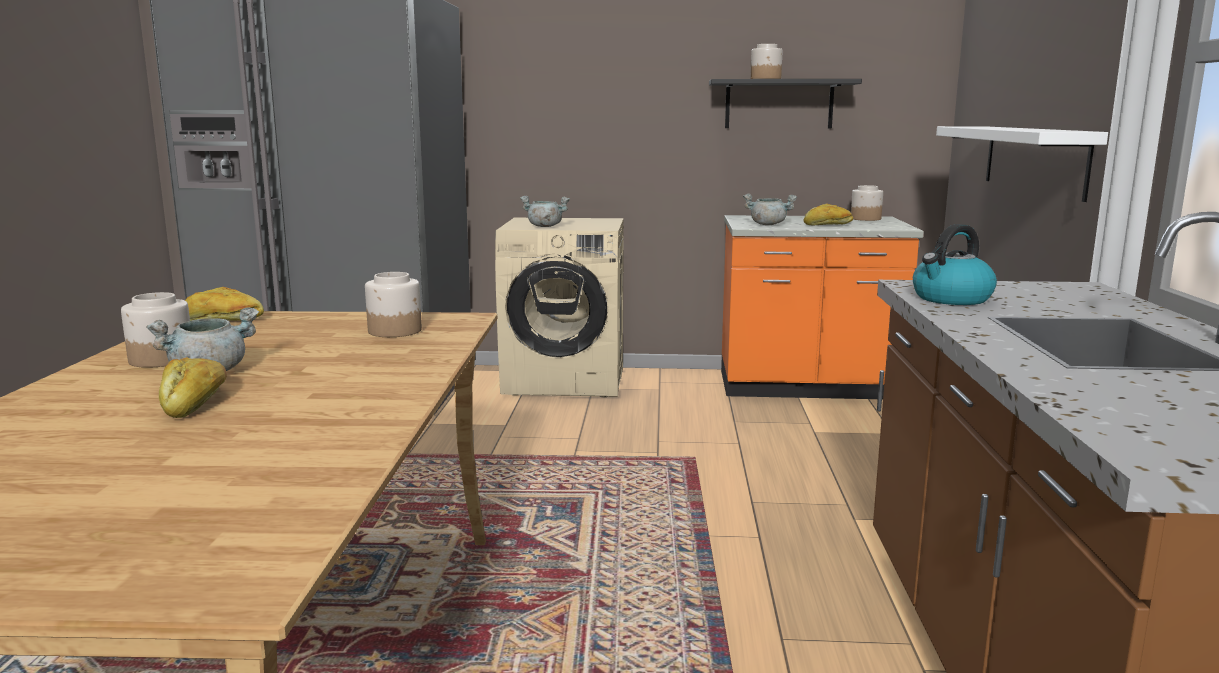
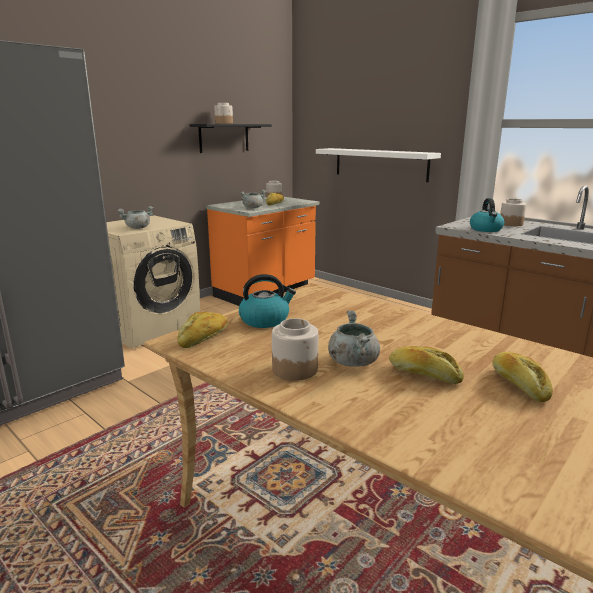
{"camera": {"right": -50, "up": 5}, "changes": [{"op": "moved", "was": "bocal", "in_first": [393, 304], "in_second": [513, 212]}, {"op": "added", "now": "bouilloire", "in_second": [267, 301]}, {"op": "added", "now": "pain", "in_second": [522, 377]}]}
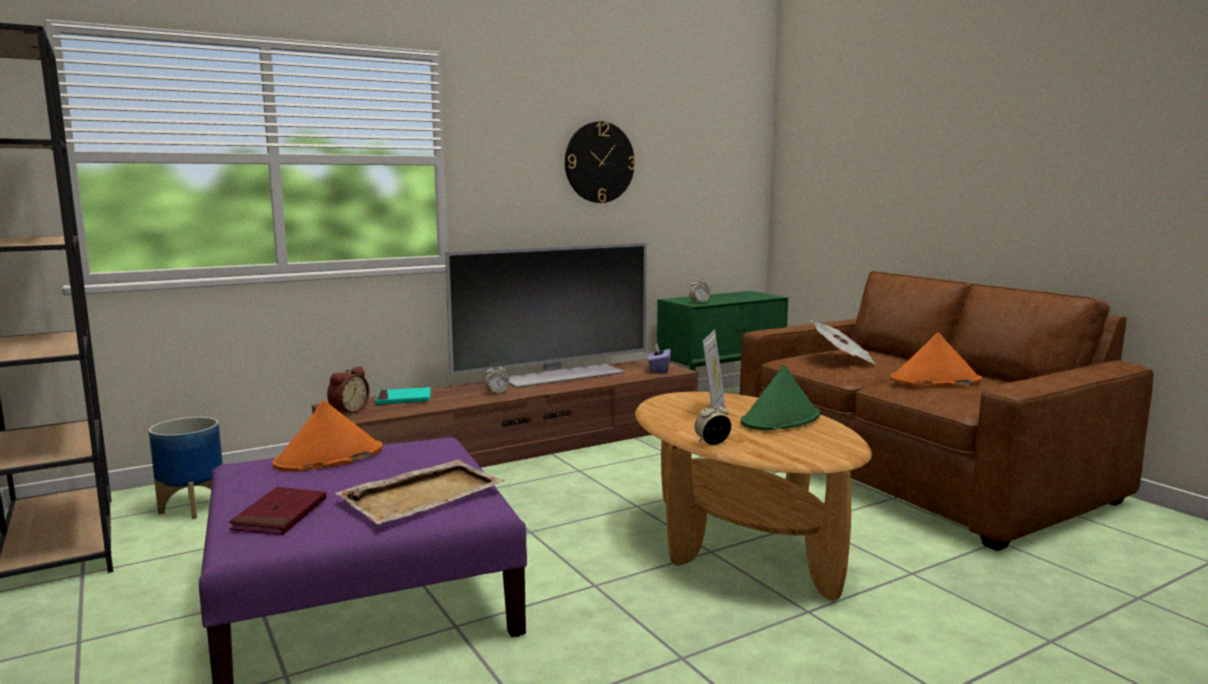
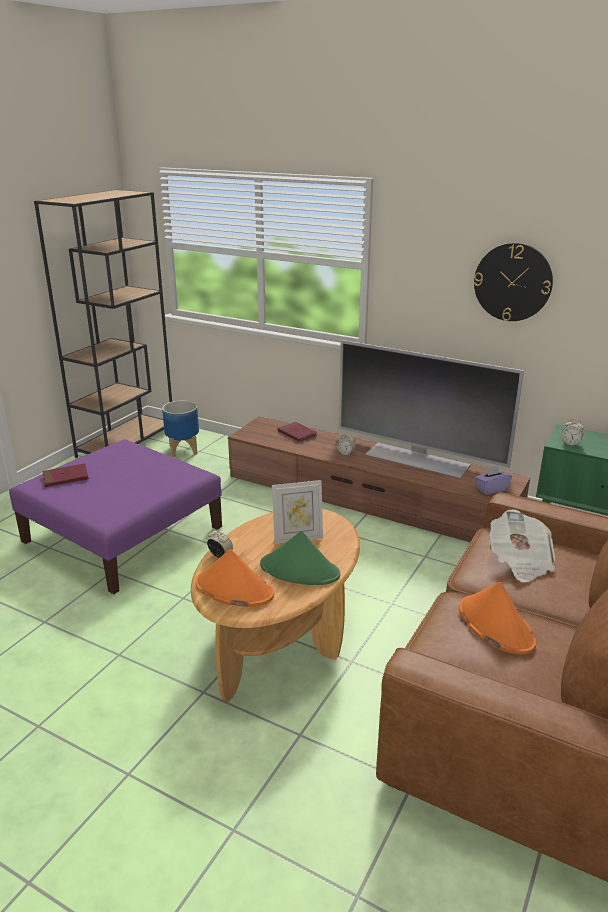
{"camera": {"right": 60, "up": 15}, "changes": [{"op": "removed", "was": "réveil", "in_first": [348, 390]}, {"op": "recoloured", "was": "livre/turquoise", "now": "livre/rouge", "in_first": [403, 396], "in_second": [297, 432]}, {"op": "moved", "was": "chapeau/orange", "in_first": [328, 436], "in_second": [234, 578]}, {"op": "removed", "was": "plateau/beige", "in_first": [419, 491]}]}
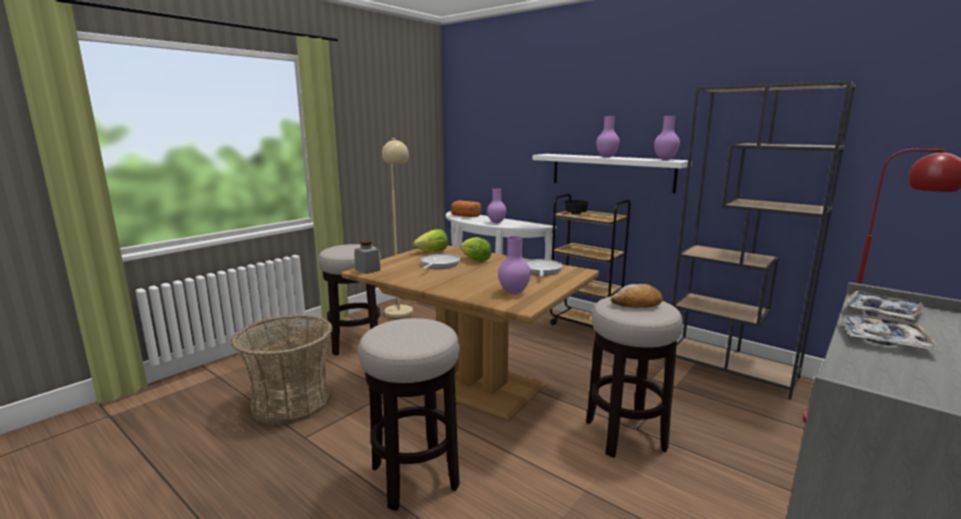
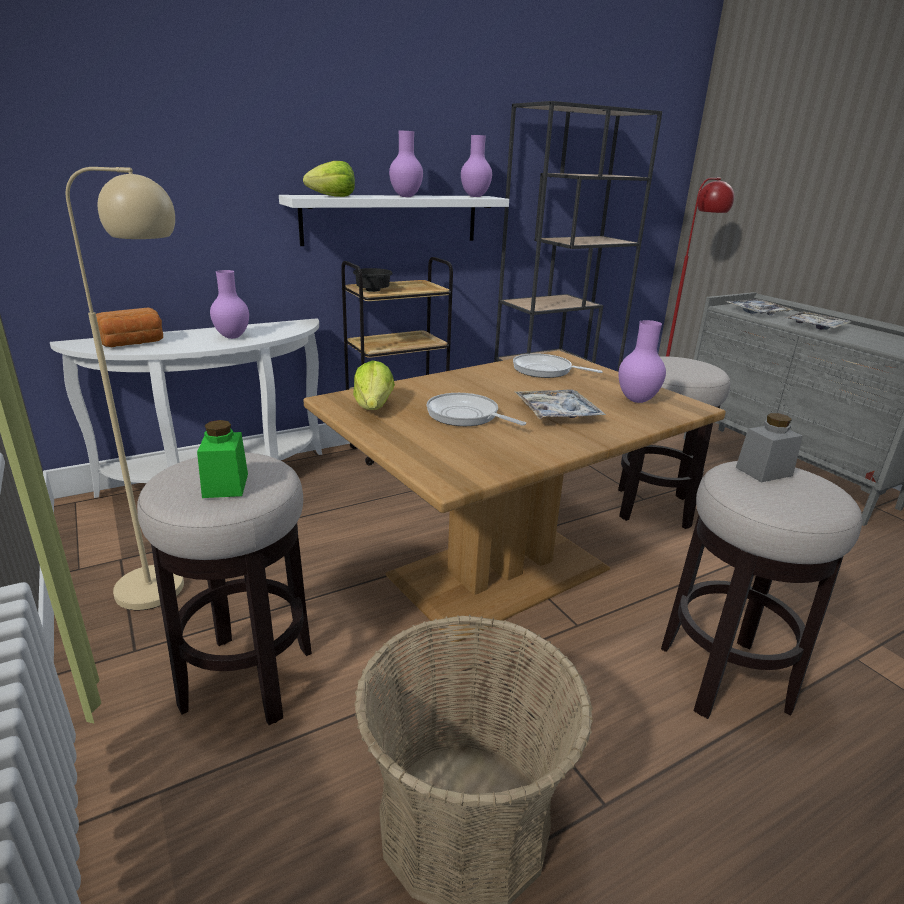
{"camera": {"right": -70, "up": 10}, "changes": [{"op": "moved", "was": "laitue", "in_first": [475, 249], "in_second": [329, 179]}, {"op": "moved", "was": "bocal/gris", "in_first": [368, 257], "in_second": [769, 447]}, {"op": "removed", "was": "pain", "in_first": [637, 296]}, {"op": "added", "now": "plateau", "in_second": [560, 404]}, {"op": "added", "now": "bocal/vert", "in_second": [222, 459]}]}
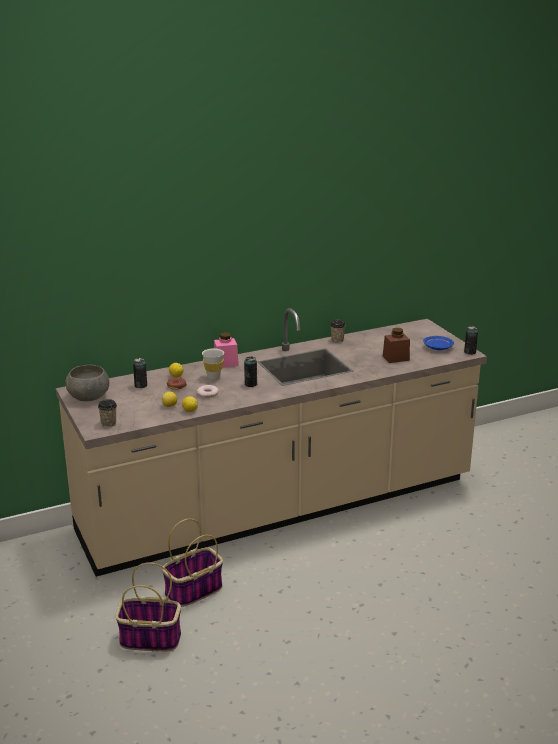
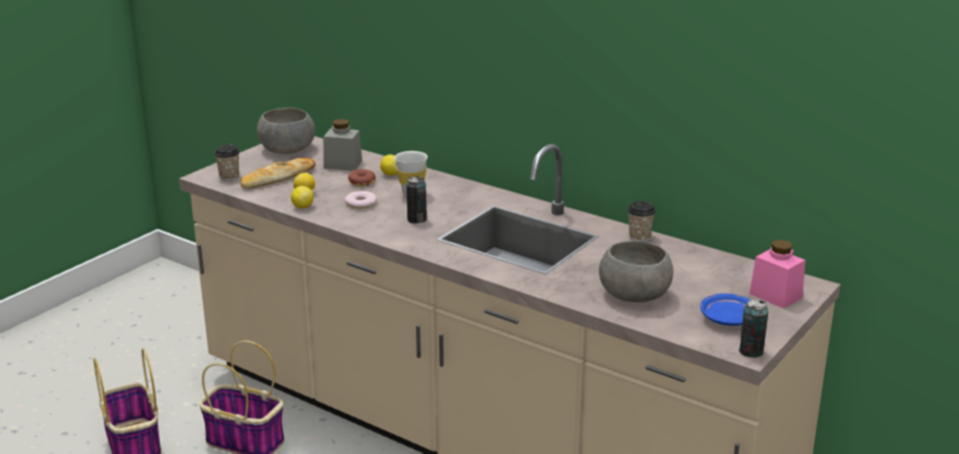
{"camera": {"right": 60, "up": 0}, "changes": [{"op": "replaced", "was": "bocal/marron", "now": "bol/gris", "in_first": [396, 345], "in_second": [636, 271]}, {"op": "moved", "was": "bocal/rose", "in_first": [226, 350], "in_second": [777, 274]}, {"op": "replaced", "was": "boîte métallique", "now": "bocal/gris", "in_first": [140, 373], "in_second": [342, 145]}, {"op": "added", "now": "pain", "in_second": [278, 173]}]}
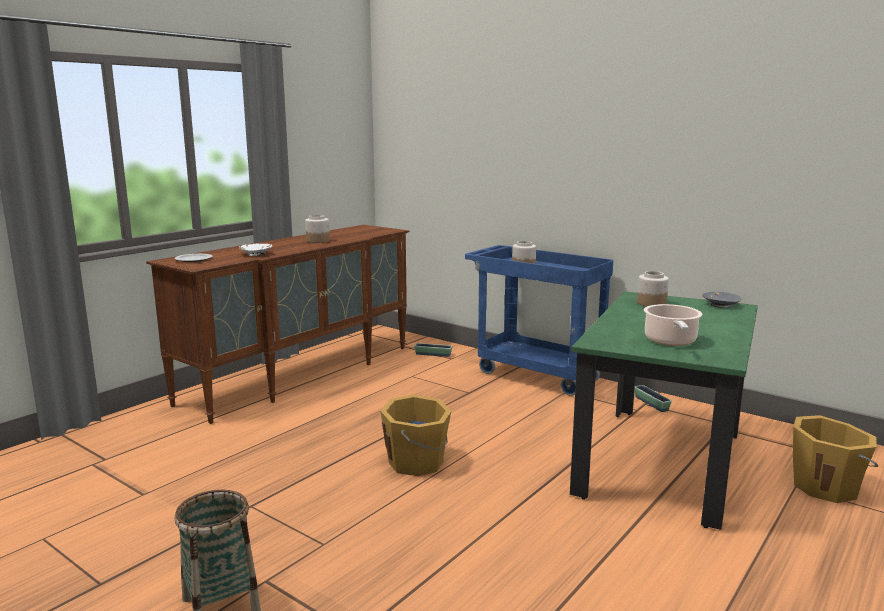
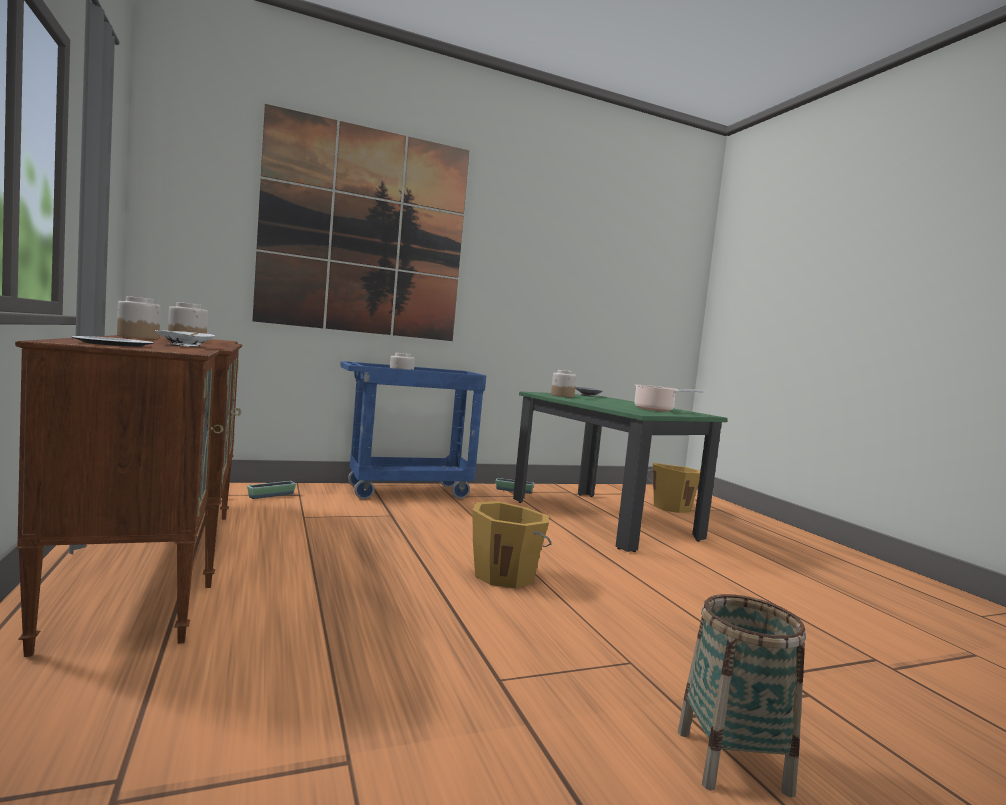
{"camera": {"right": -60, "up": -10}, "changes": [{"op": "added", "now": "tableau", "in_second": [360, 222]}, {"op": "added", "now": "bocal", "in_second": [139, 317]}]}
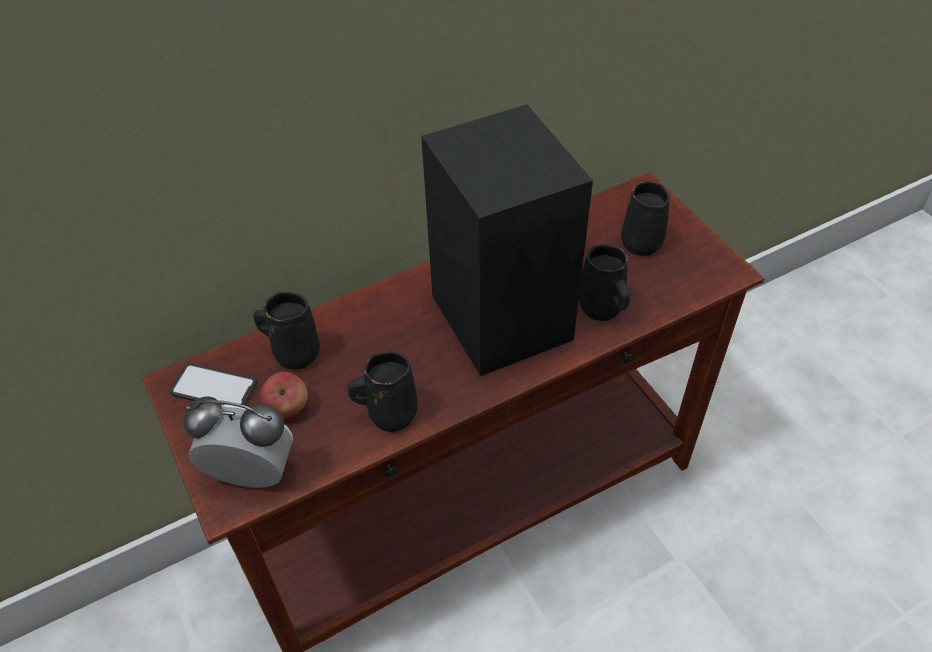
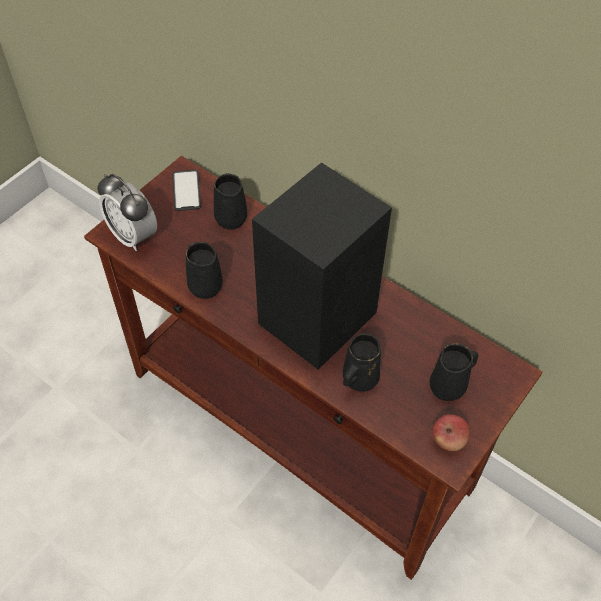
{"camera": {"right": 65, "up": 5}, "changes": [{"op": "moved", "was": "pomme", "in_first": [284, 395], "in_second": [451, 432]}, {"op": "turned", "was": "réveil", "in_first": [238, 442], "in_second": [127, 212], "clockwise": 150}]}
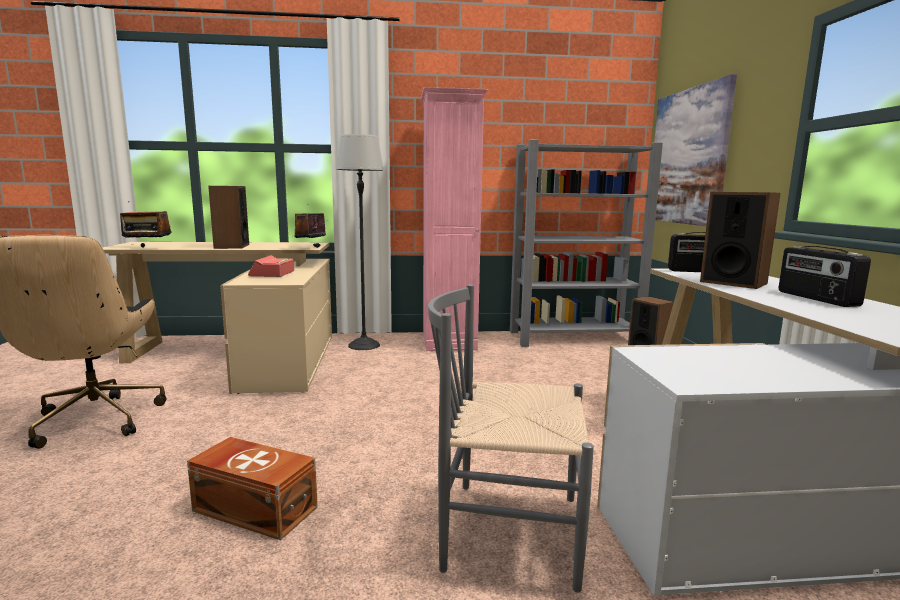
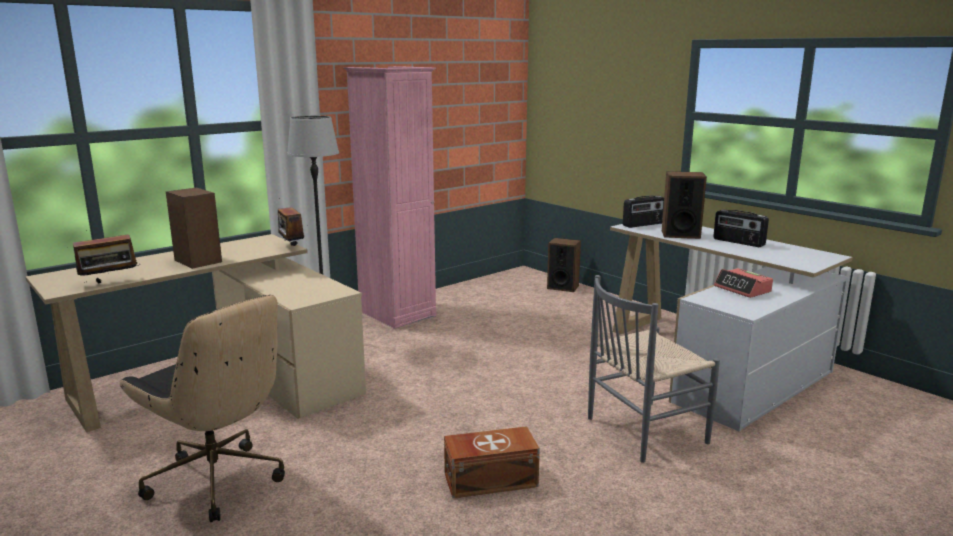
{"camera": {"right": -35, "up": 5}, "changes": [{"op": "removed", "was": "tableau", "in_first": [695, 150]}, {"op": "removed", "was": "bibliothèque/gris", "in_first": [586, 243]}, {"op": "moved", "was": "réveil", "in_first": [271, 266], "in_second": [743, 283]}]}
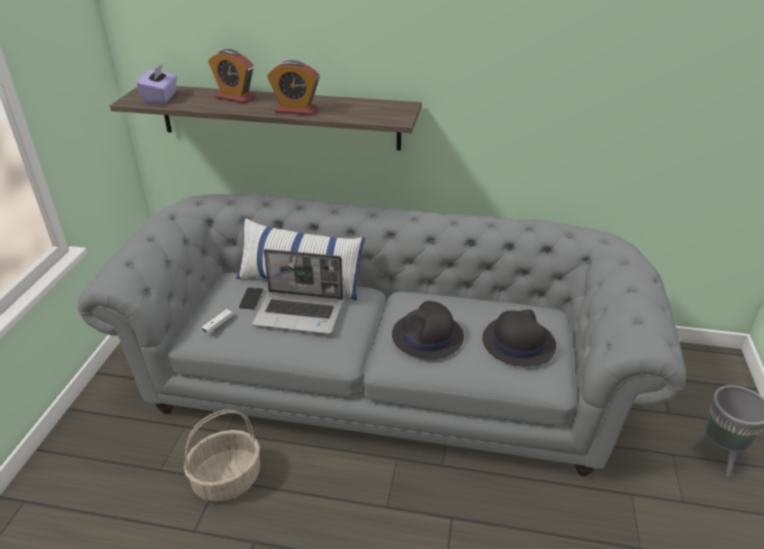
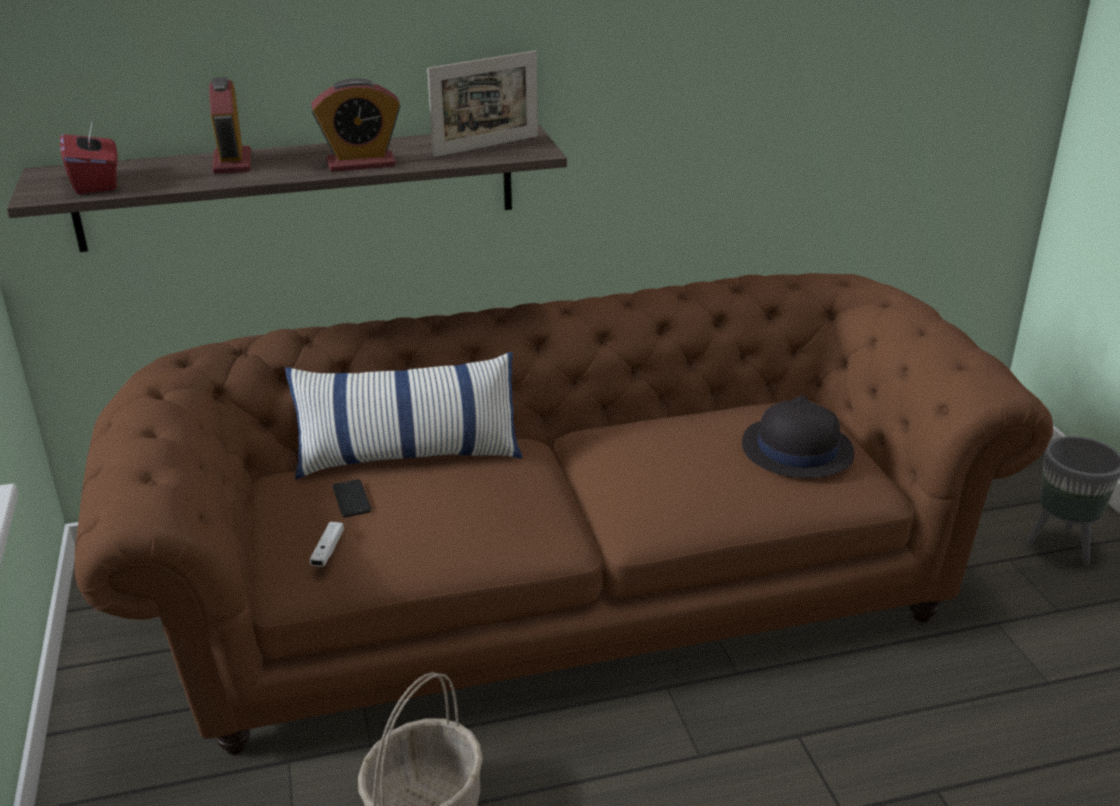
{"camera": {"right": -25, "up": -5}, "changes": [{"op": "turned", "was": "réveil", "in_first": [232, 76], "in_second": [230, 125], "clockwise": 75}, {"op": "recoloured", "was": "boîte à mouchoirs/violet", "now": "boîte à mouchoirs/rouge", "in_first": [157, 84], "in_second": [89, 156]}, {"op": "recoloured", "was": "canapé/gris", "now": "canapé/marron", "in_first": [382, 335], "in_second": [563, 514]}, {"op": "removed", "was": "ordinateur portable", "in_first": [298, 291]}, {"op": "removed", "was": "chapeau/noir", "in_first": [428, 330]}, {"op": "added", "now": "cadre photo", "in_second": [482, 104]}]}
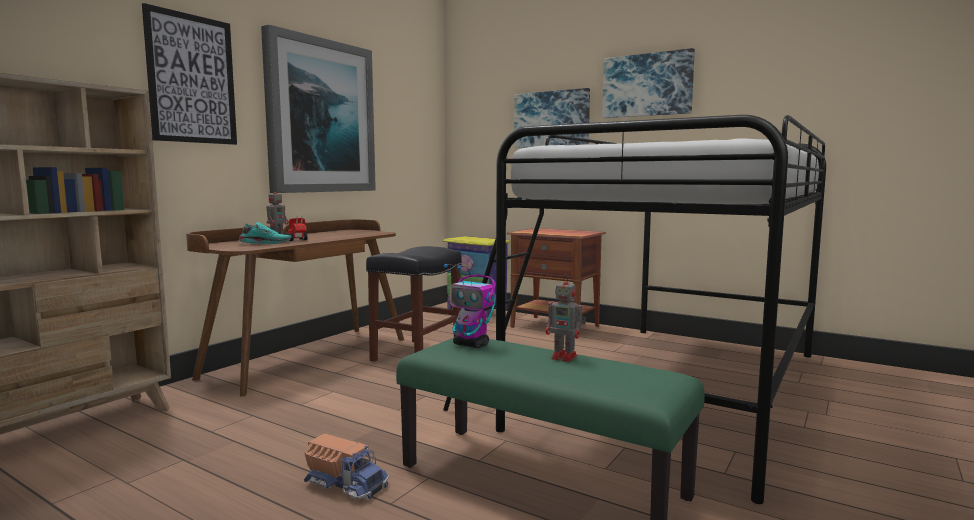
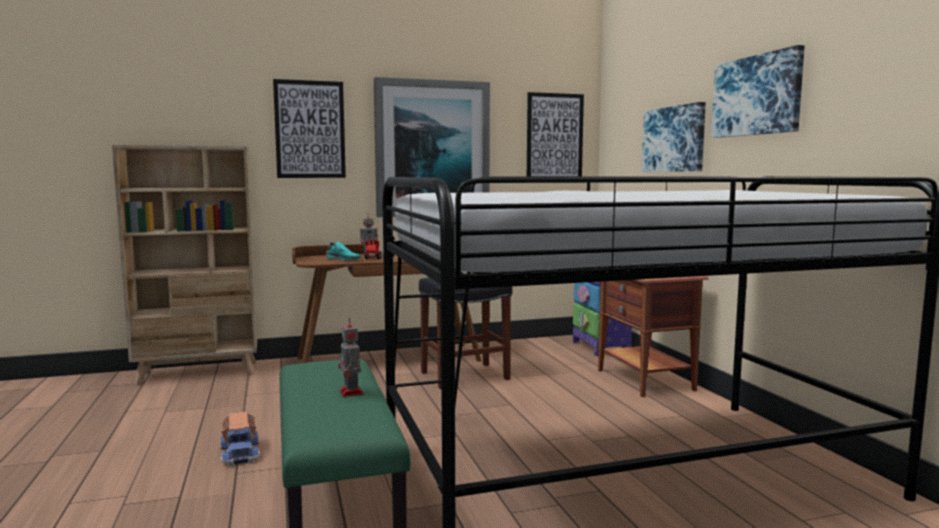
{"camera": {"right": 40, "up": 0}, "changes": [{"op": "removed", "was": "robot jouet", "in_first": [470, 306]}, {"op": "added", "now": "tableau", "in_second": [555, 134]}]}
